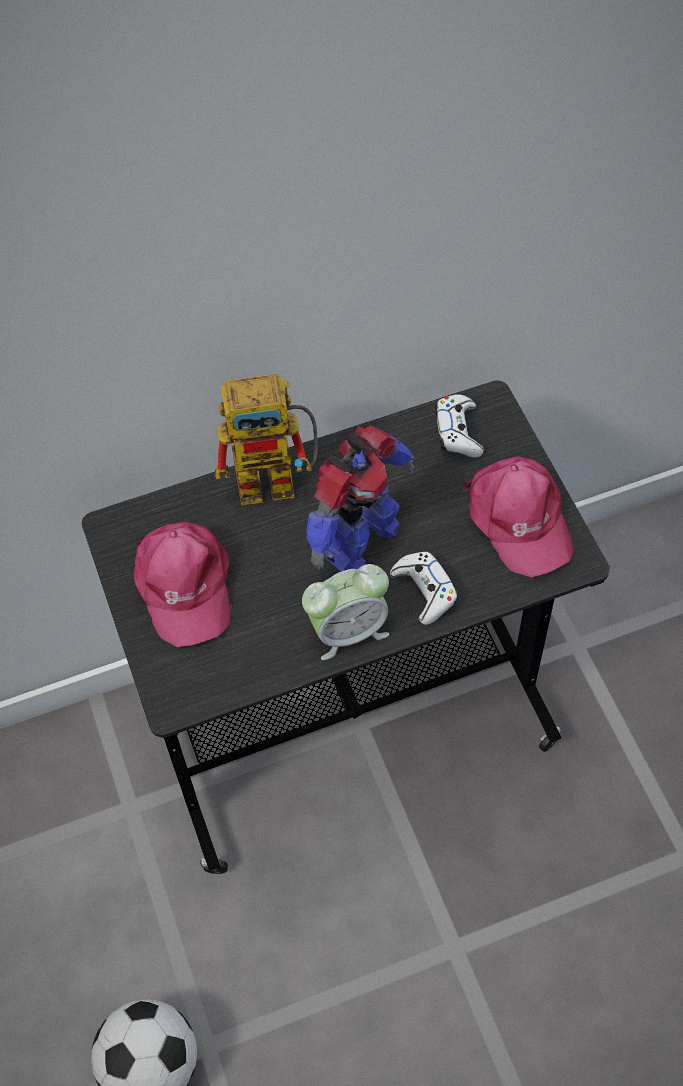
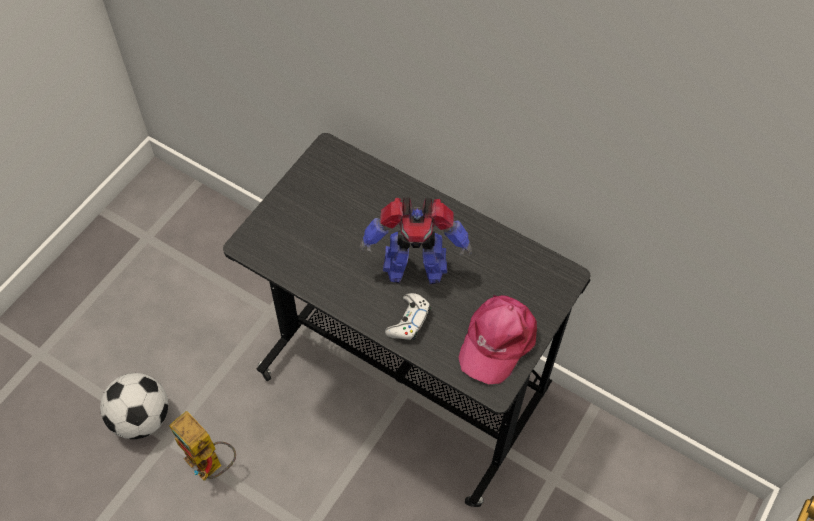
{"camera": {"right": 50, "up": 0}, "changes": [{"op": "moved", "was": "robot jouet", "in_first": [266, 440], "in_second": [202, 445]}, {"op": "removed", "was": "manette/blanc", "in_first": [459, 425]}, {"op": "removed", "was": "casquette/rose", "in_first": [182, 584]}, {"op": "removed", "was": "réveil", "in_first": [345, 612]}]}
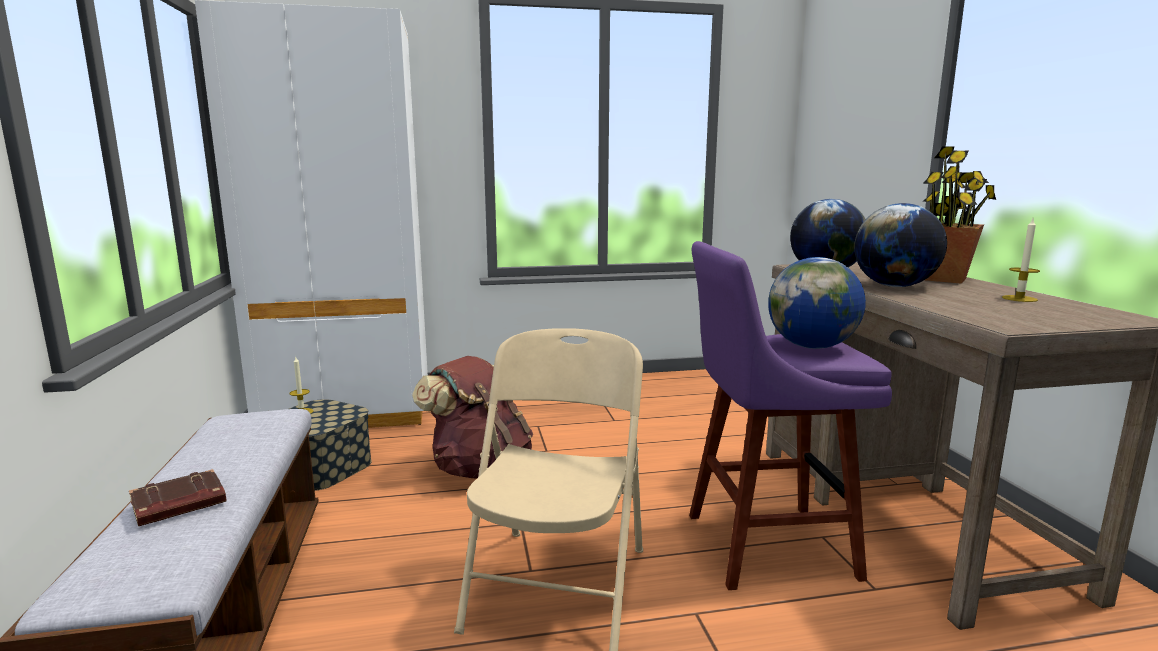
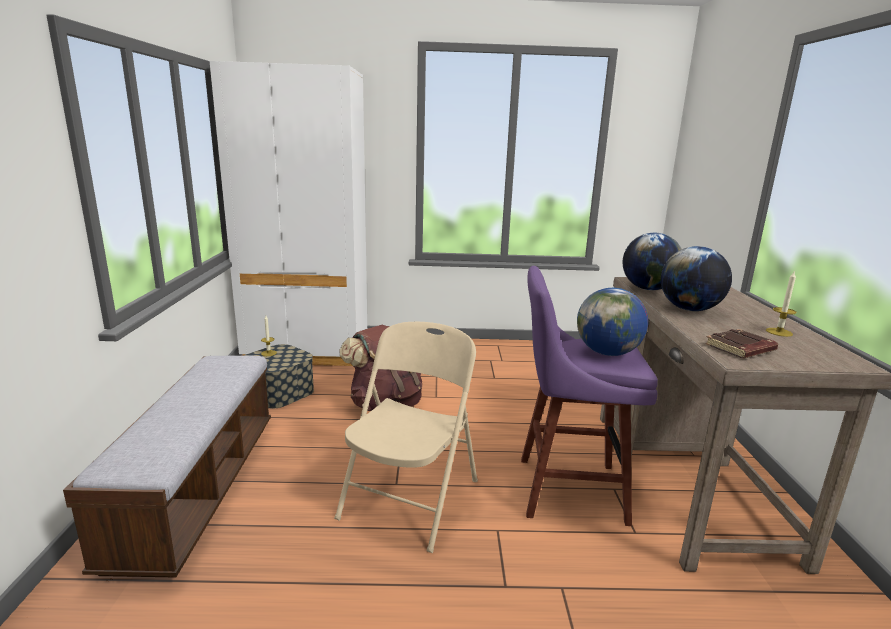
{"camera": {"right": 10, "up": 5}, "changes": [{"op": "removed", "was": "plante en pot", "in_first": [959, 215]}, {"op": "moved", "was": "livre/marron", "in_first": [178, 497], "in_second": [741, 343]}]}
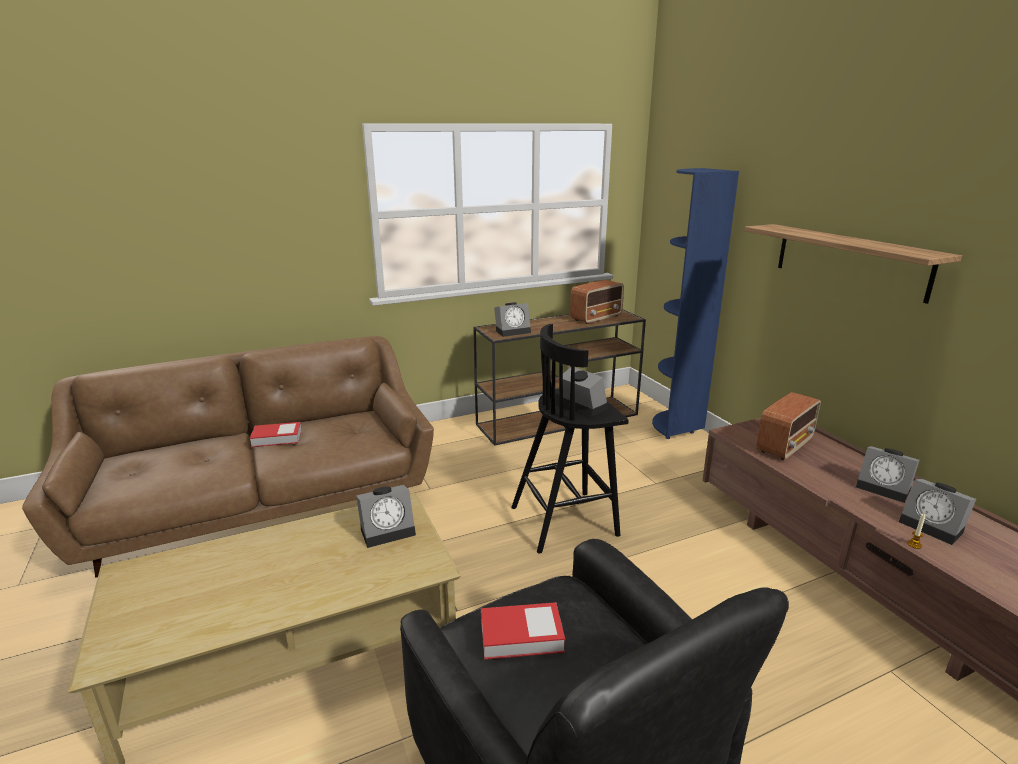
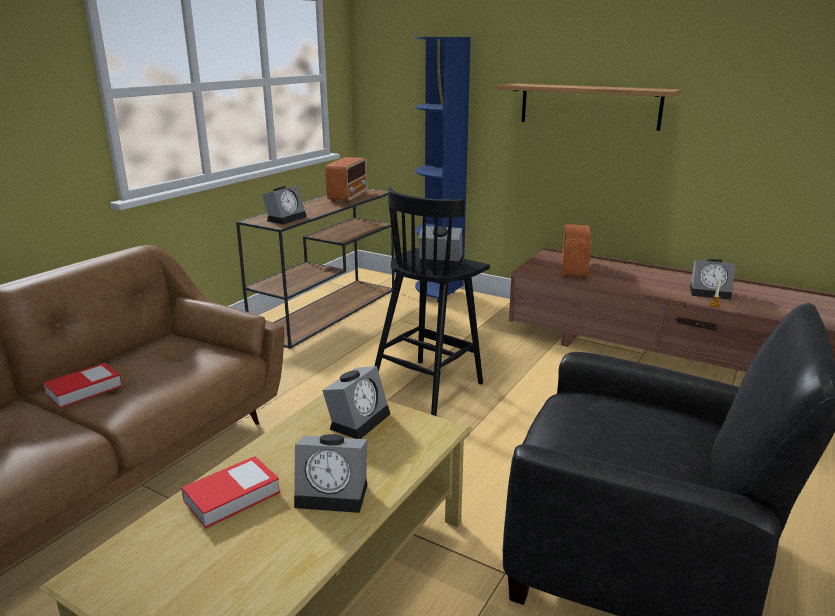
{"camera": {"right": -35, "up": 0}, "changes": [{"op": "moved", "was": "réveil", "in_first": [887, 474], "in_second": [330, 473]}, {"op": "moved", "was": "livre", "in_first": [523, 631], "in_second": [230, 492]}]}
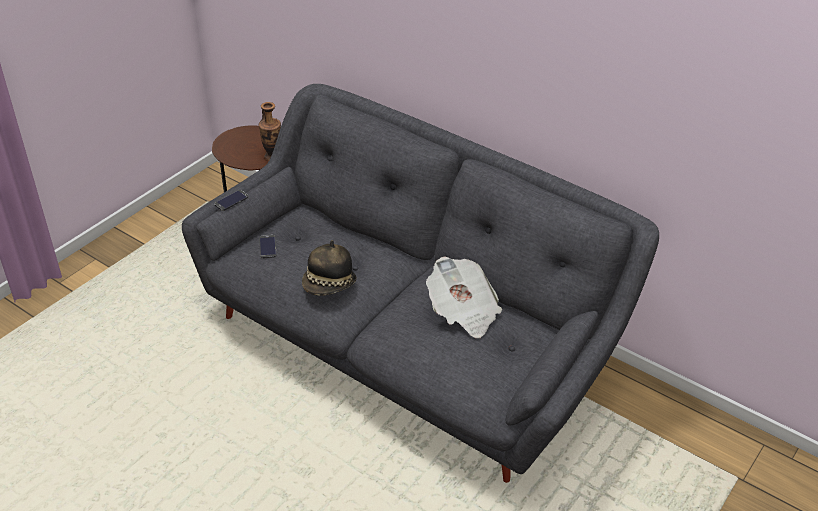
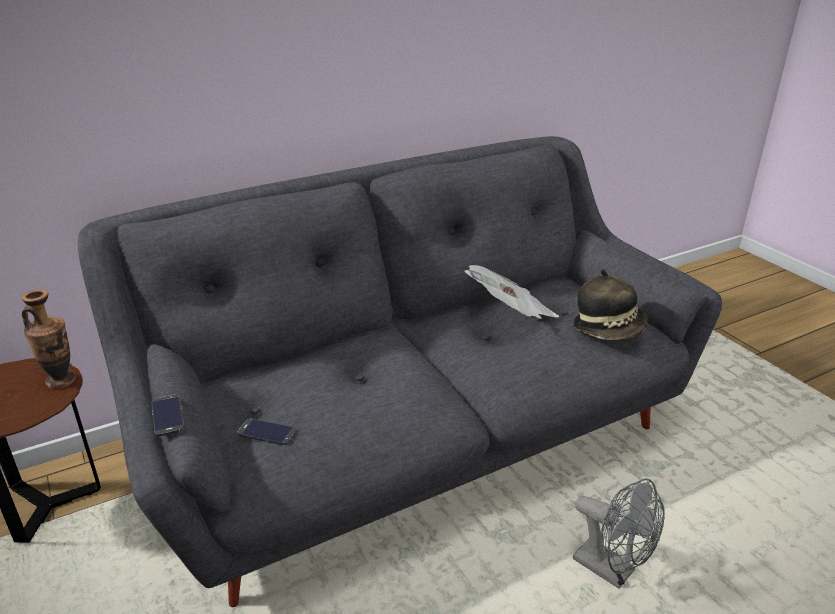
{"camera": {"right": -65, "up": -10}, "changes": [{"op": "moved", "was": "chapeau", "in_first": [329, 267], "in_second": [610, 304]}, {"op": "added", "now": "ventilateur/gris", "in_second": [619, 533]}]}
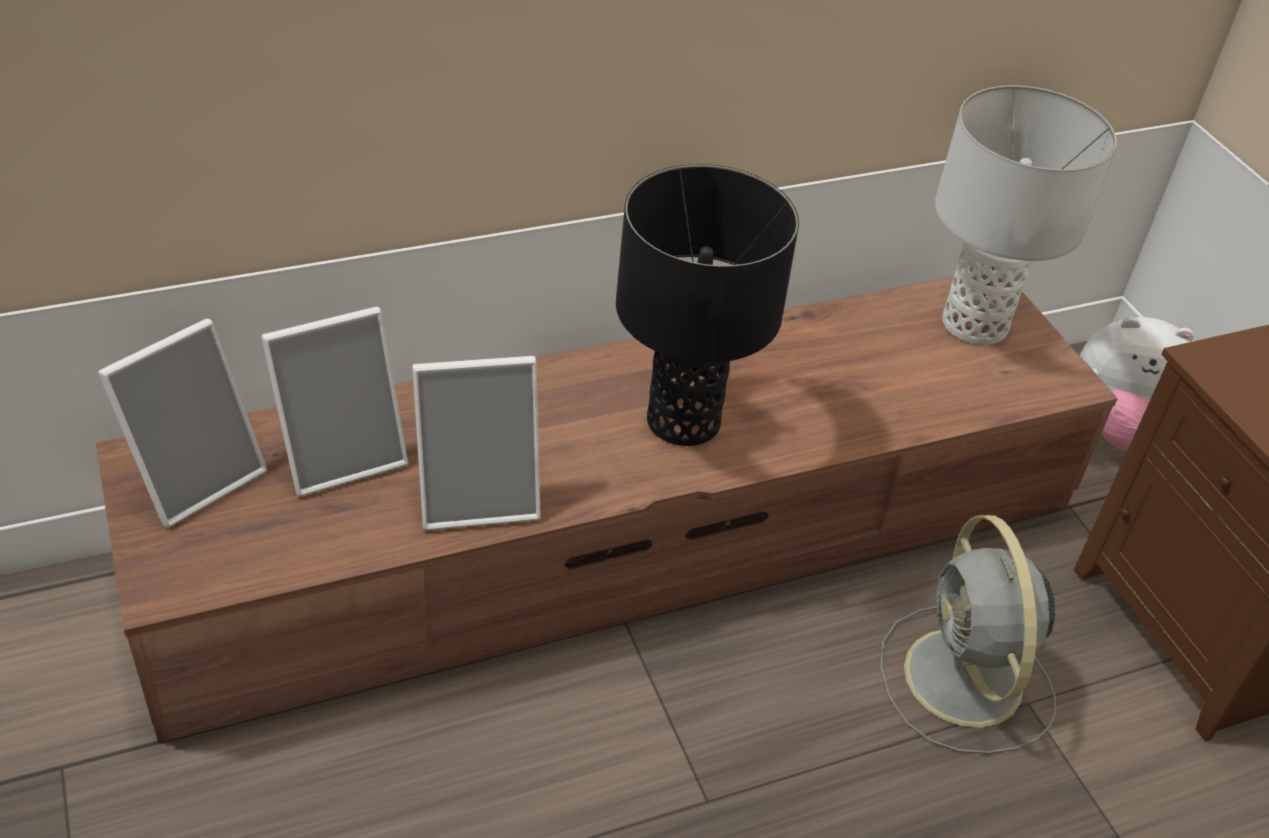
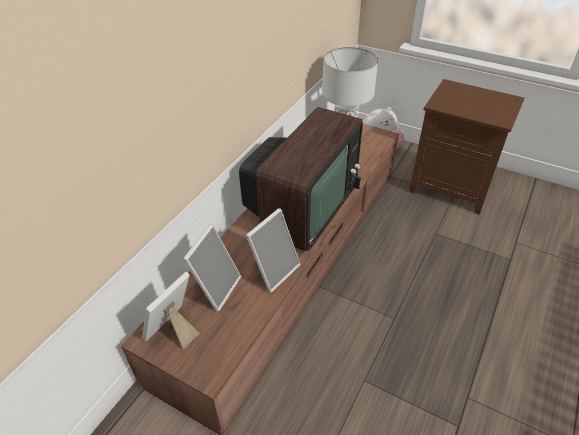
{"camera": {"right": -35, "up": 0}, "changes": [{"op": "replaced", "was": "lampe de table/noir", "now": "téléviseur", "in_first": [707, 305], "in_second": [301, 179]}, {"op": "turned", "was": "cadre photo", "in_first": [182, 423], "in_second": [170, 311], "clockwise": -150}, {"op": "removed", "was": "ventilateur/gris", "in_first": [968, 634]}]}
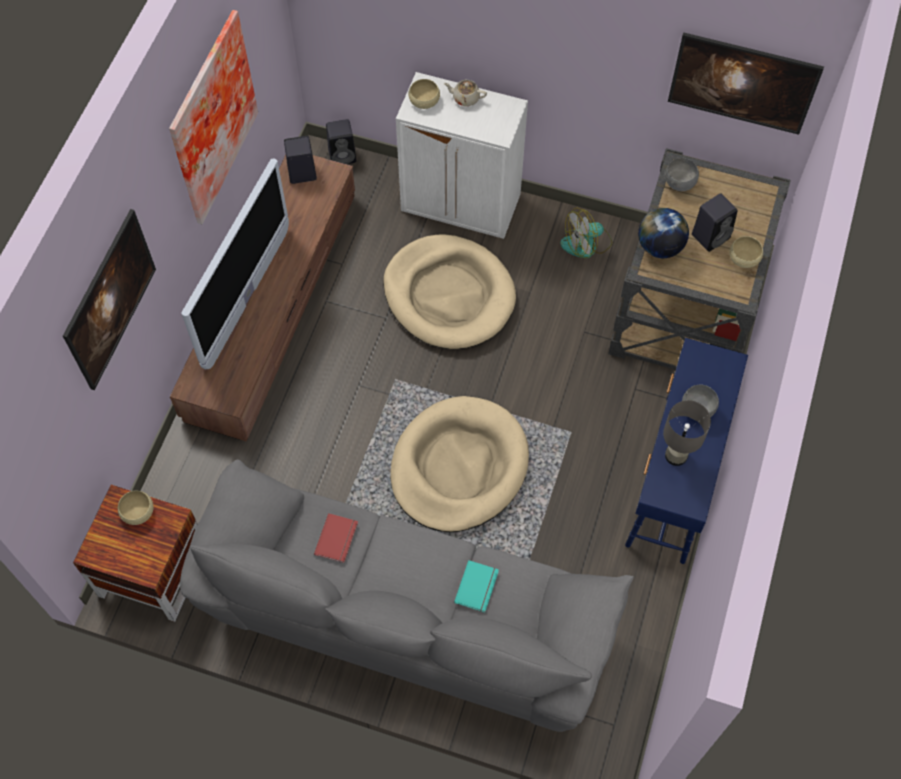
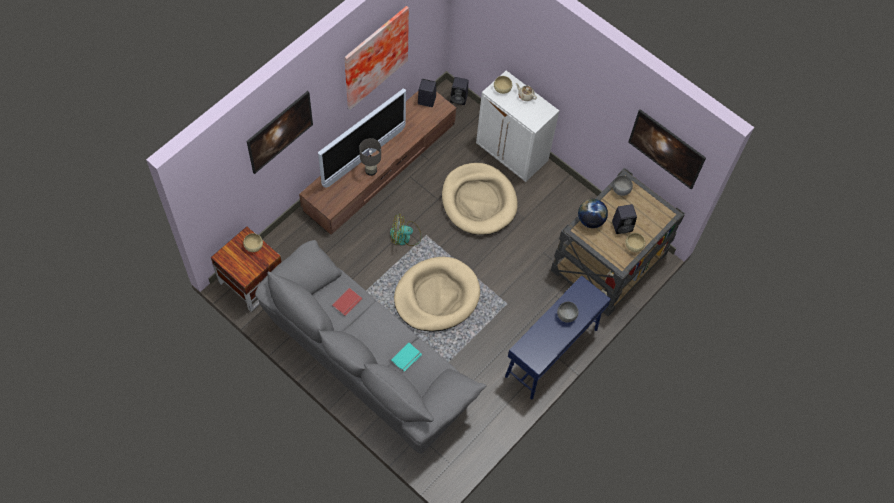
{"camera": {"right": 20, "up": 0}, "changes": [{"op": "moved", "was": "ventilateur", "in_first": [586, 233], "in_second": [406, 230]}, {"op": "moved", "was": "lampe de table/gris", "in_first": [687, 433], "in_second": [370, 157]}]}
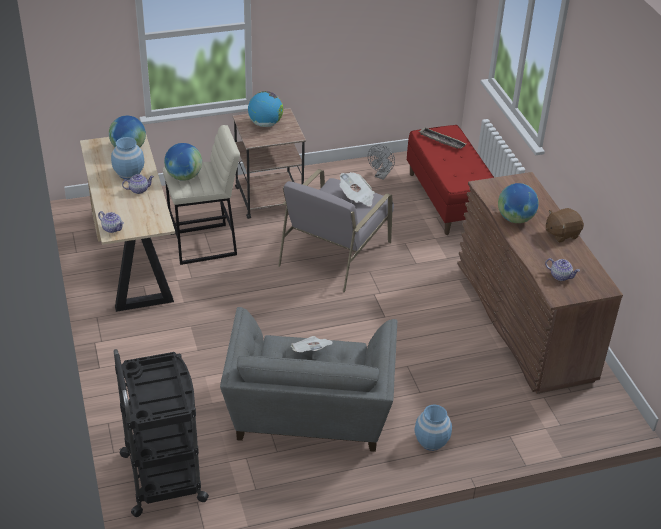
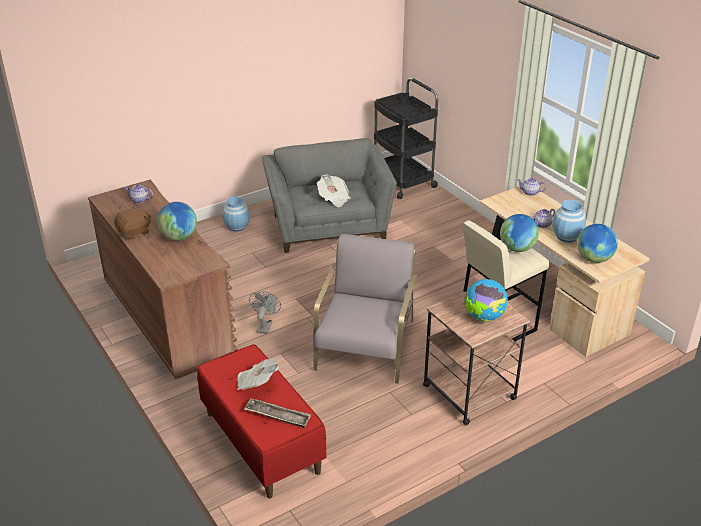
{"camera": {"right": 165, "up": -5}, "changes": [{"op": "moved", "was": "ventilateur/gris", "in_first": [381, 162], "in_second": [265, 312]}, {"op": "moved", "was": "journal", "in_first": [357, 189], "in_second": [258, 374]}]}
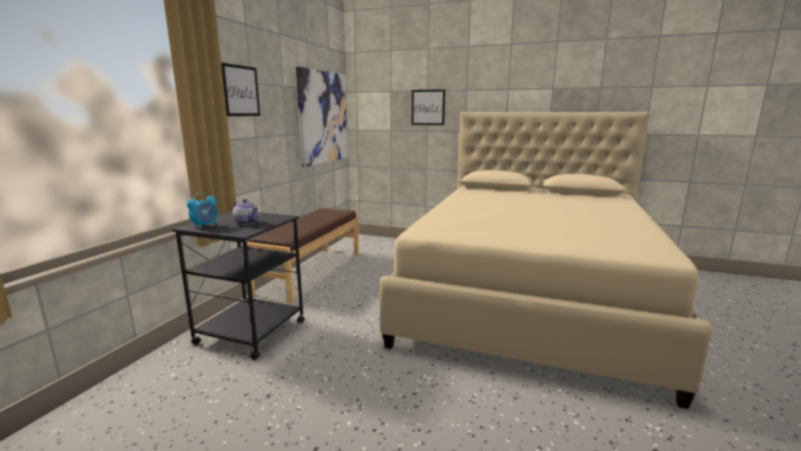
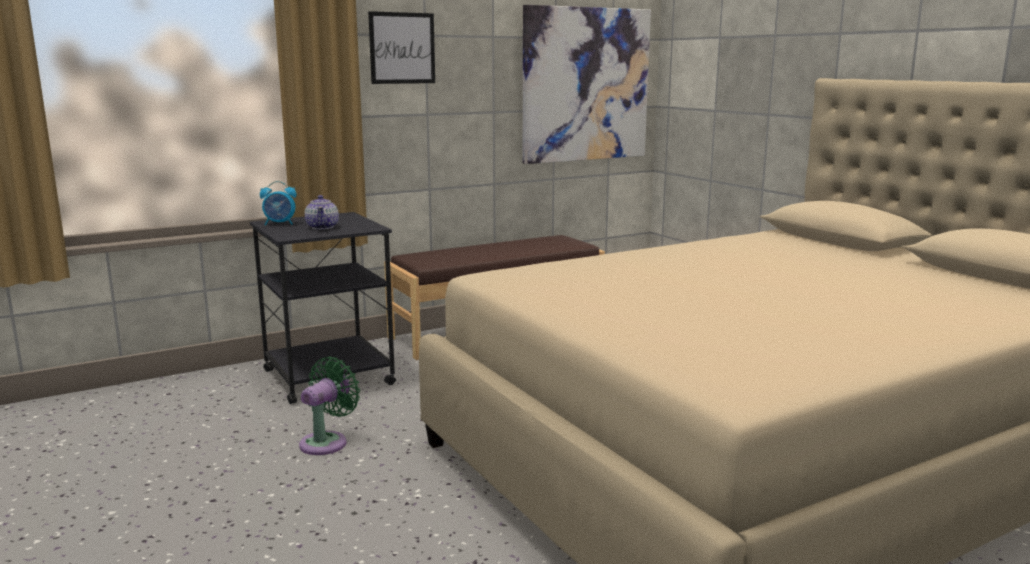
{"camera": {"right": 40, "up": 0}, "changes": [{"op": "removed", "was": "tableau", "in_first": [428, 107]}, {"op": "added", "now": "ventilateur/vert", "in_second": [329, 406]}]}
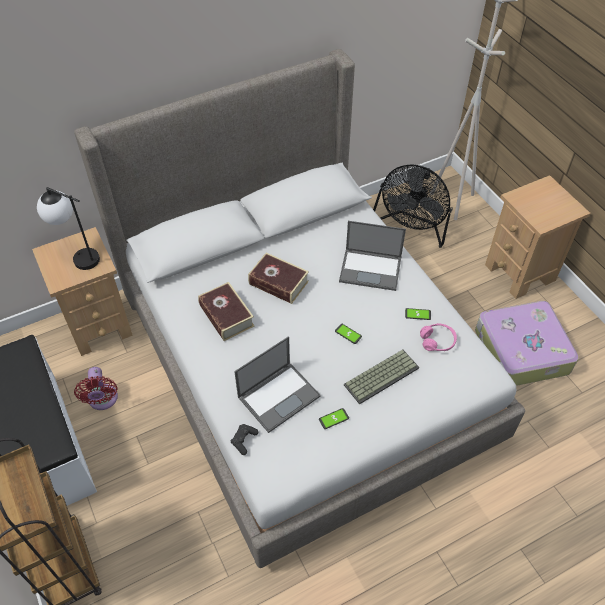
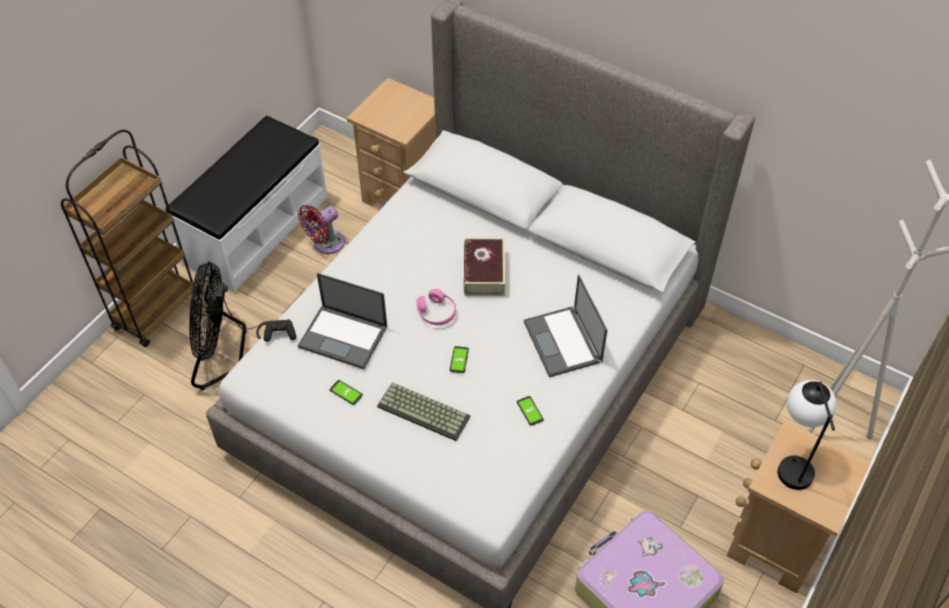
{"camera": {"right": 60, "up": 0}, "changes": [{"op": "moved", "was": "ventilateur/noir", "in_first": [413, 206], "in_second": [228, 326]}, {"op": "moved", "was": "lampe de table", "in_first": [68, 228], "in_second": [807, 435]}, {"op": "removed", "was": "livre", "in_first": [226, 311]}, {"op": "moved", "was": "casque audio/rose", "in_first": [438, 337], "in_second": [436, 307]}]}
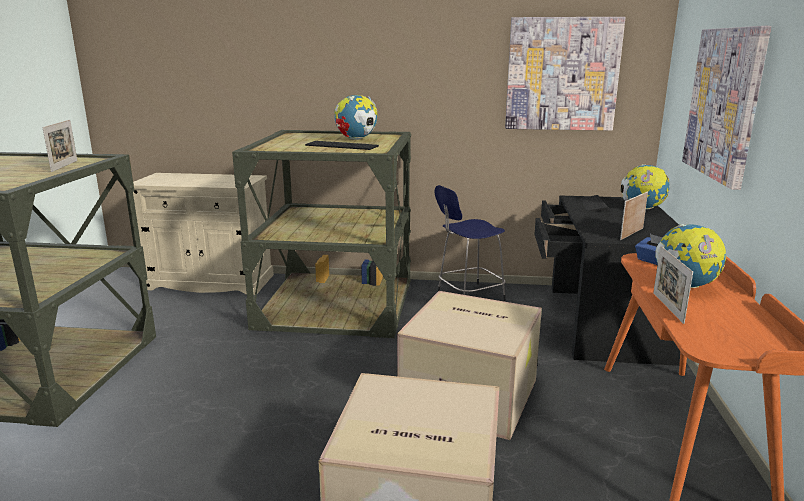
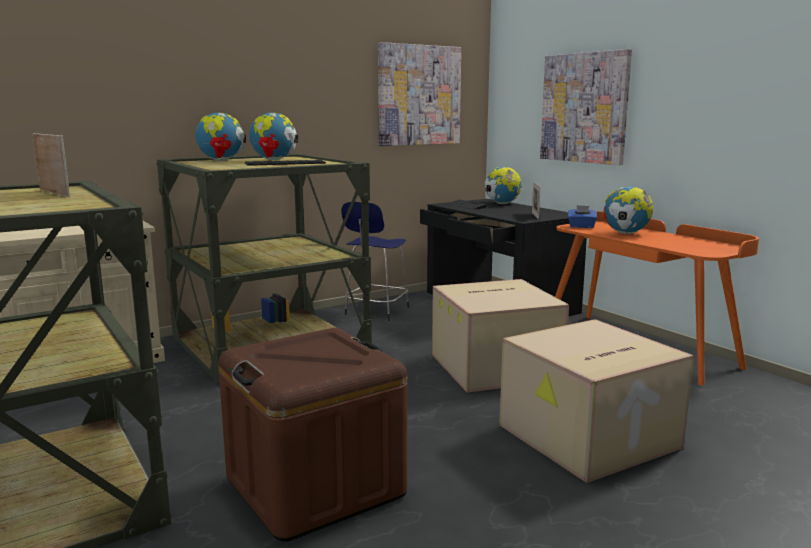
{"camera": {"right": -40, "up": -5}, "changes": [{"op": "removed", "was": "cadre photo", "in_first": [673, 285]}, {"op": "added", "now": "globe", "in_second": [221, 137]}, {"op": "added", "now": "boîte de rangement/marron", "in_second": [312, 435]}]}
